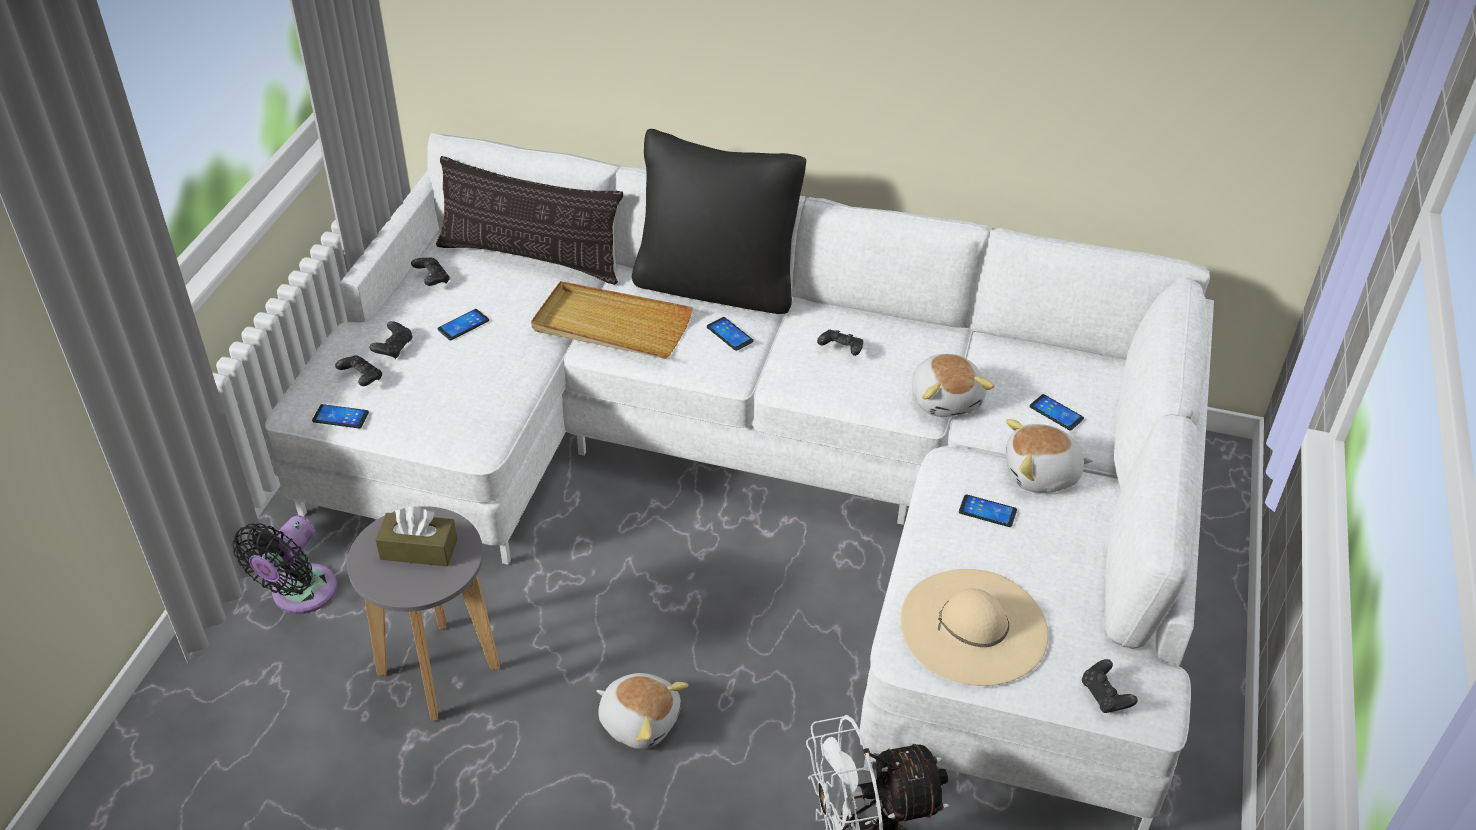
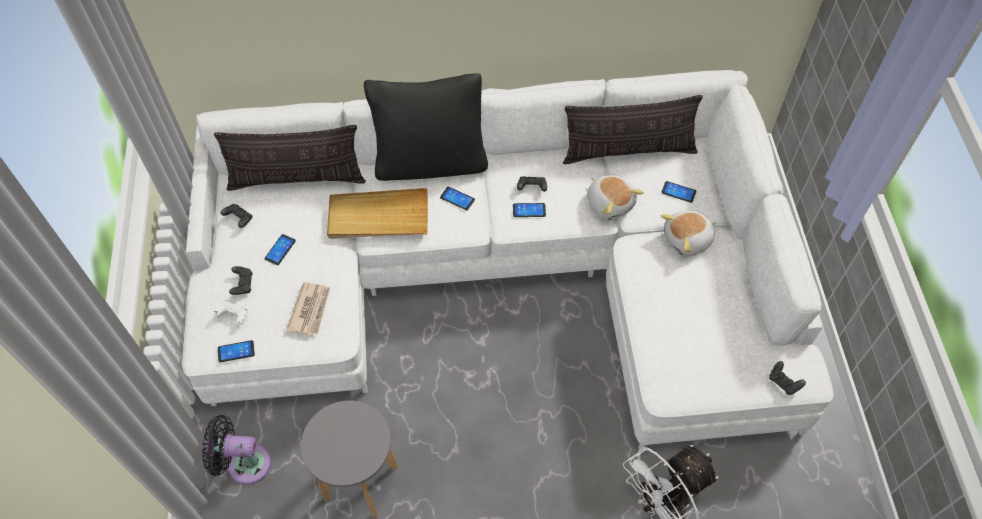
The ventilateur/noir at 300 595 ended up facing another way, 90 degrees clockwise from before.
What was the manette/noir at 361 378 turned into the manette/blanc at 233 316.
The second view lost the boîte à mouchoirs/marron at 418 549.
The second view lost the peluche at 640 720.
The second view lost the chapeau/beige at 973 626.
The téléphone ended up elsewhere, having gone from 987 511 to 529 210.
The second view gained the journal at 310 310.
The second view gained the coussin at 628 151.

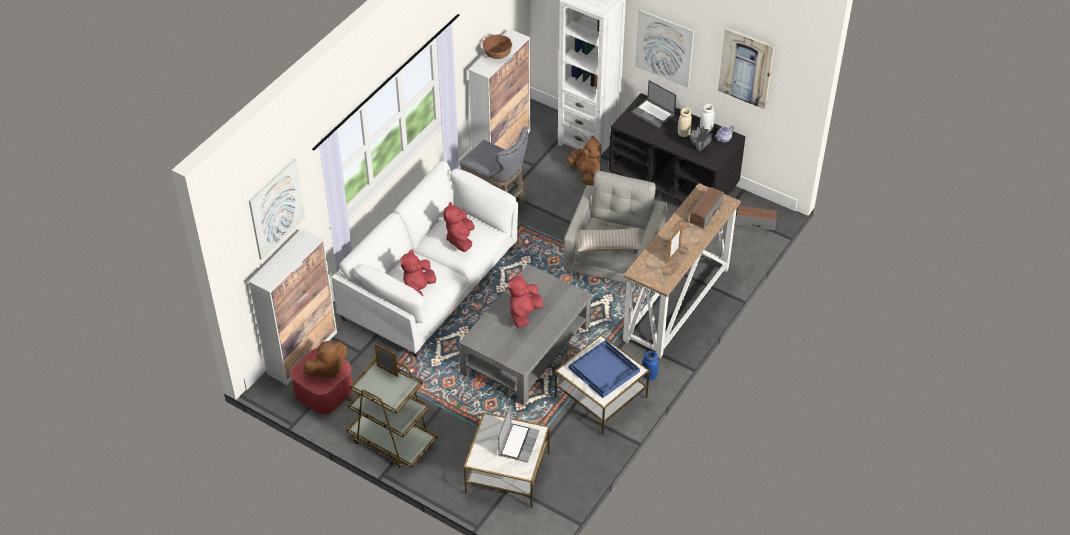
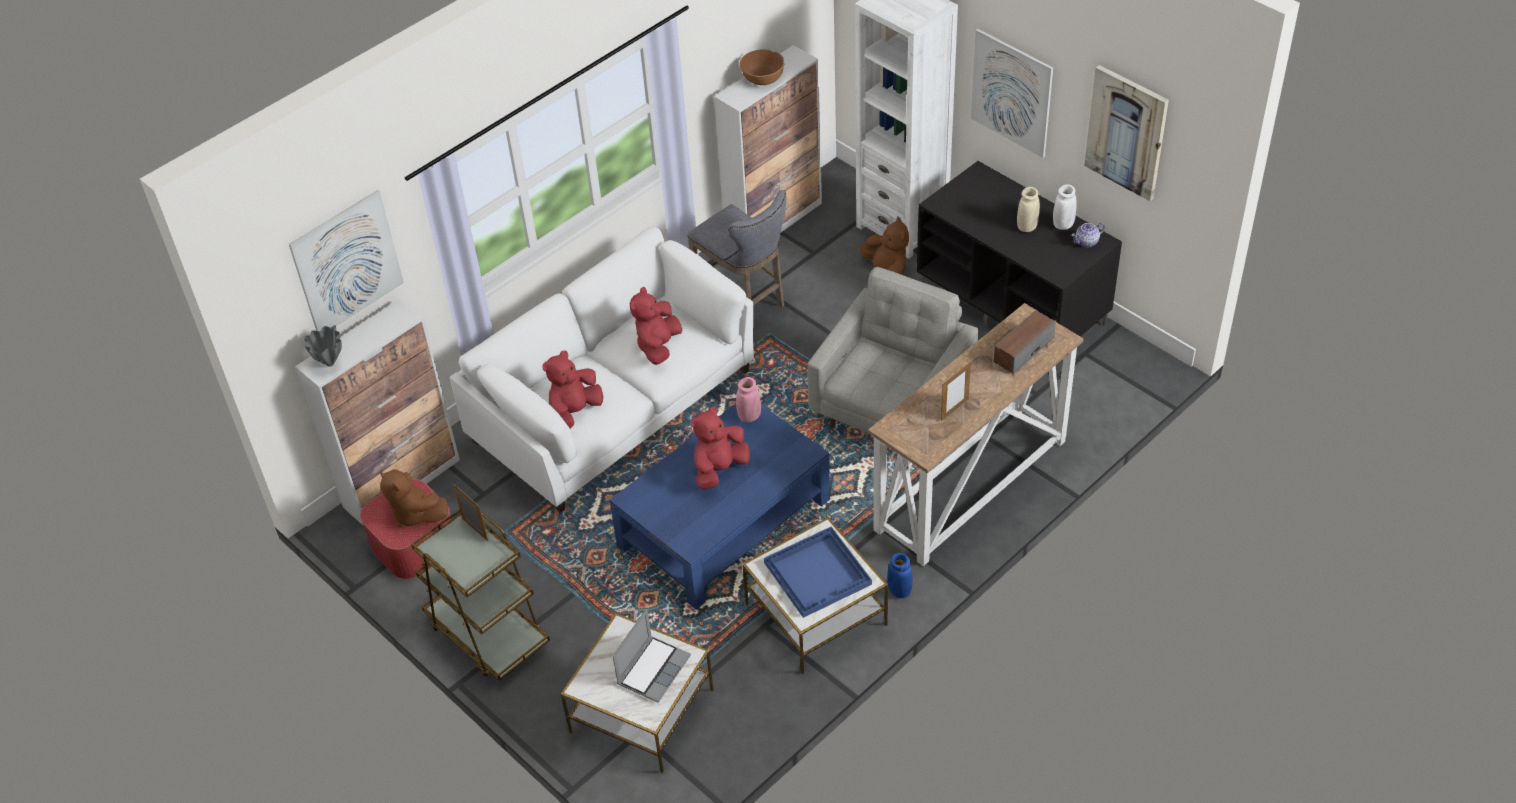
The peluche/marron at 327 369 ended up facing another way, 60 degrees clockwise from before.
What was the table basse/gris at 526 348 turned into the table basse/bleu at 725 522.
The second view lost the coussin/beige at 608 244.
The second view lost the ordinateur portable at 653 113.
The vase/gris ended up elsewhere, having gone from 699 149 to 329 364.
The second view lost the enceinte at 755 222.
The second view gained the vase/rose at 749 416.

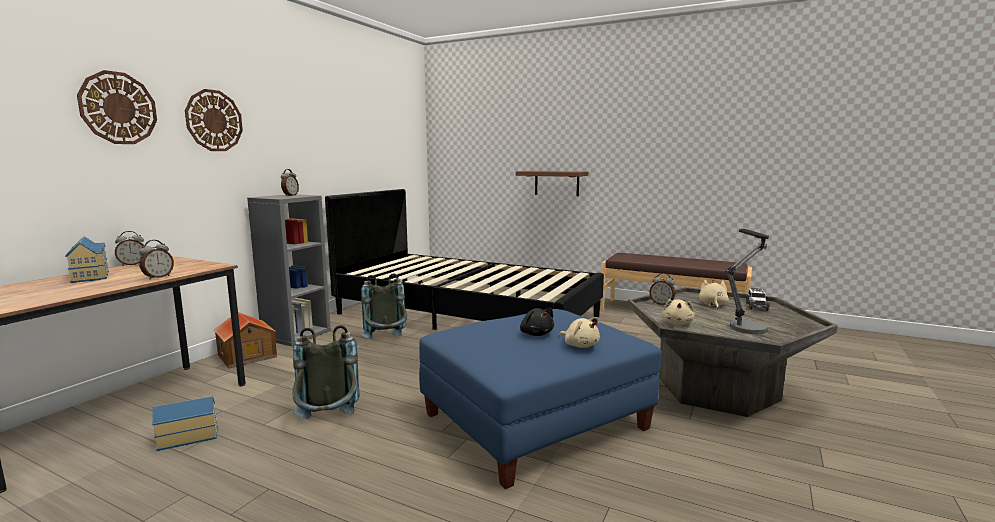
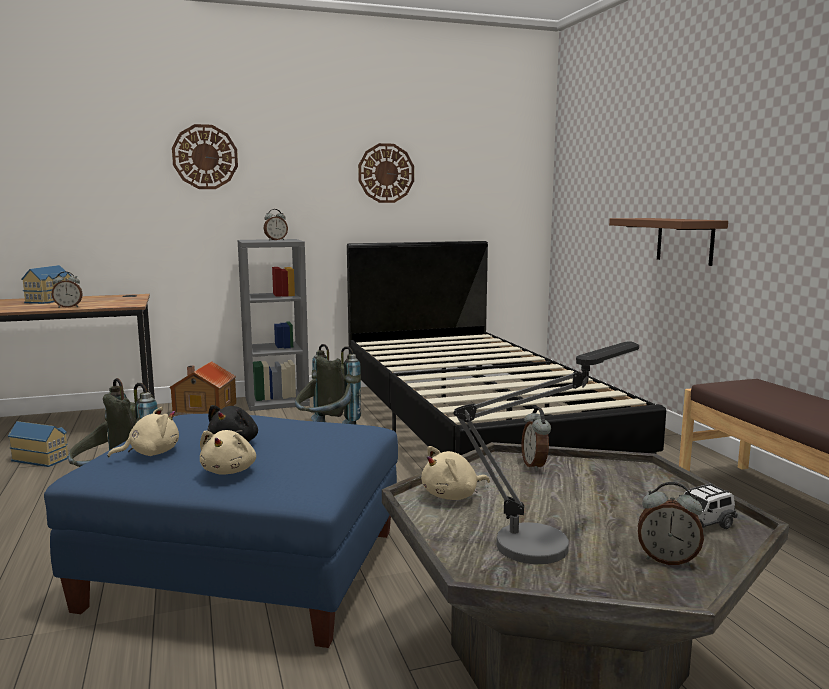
The horloge murale ended up elsewhere, having gone from 118 108 to 386 173.
The réveil ended up elsewhere, having gone from 133 264 to 667 559.
The peluche/beige ended up elsewhere, having gone from 712 305 to 150 453.

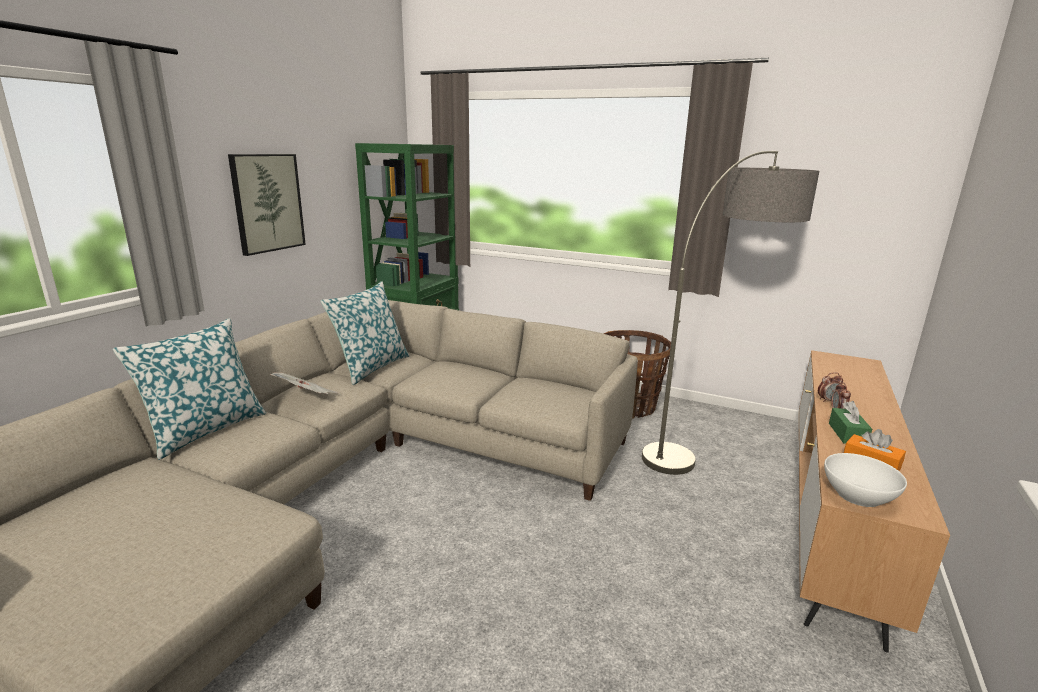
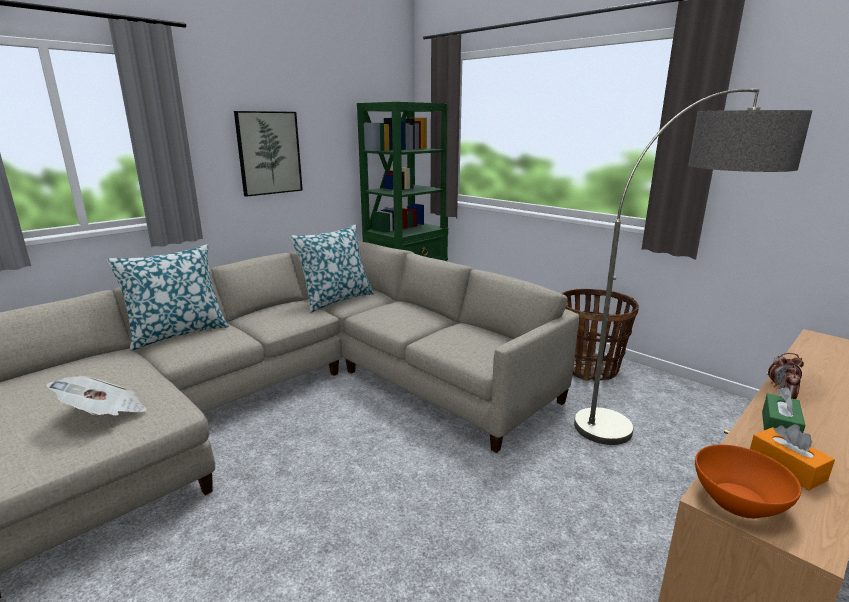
The journal ended up elsewhere, having gone from 307 398 to 105 414.
What was the bol/blanc at 858 495 turned into the bol/orange at 738 500.

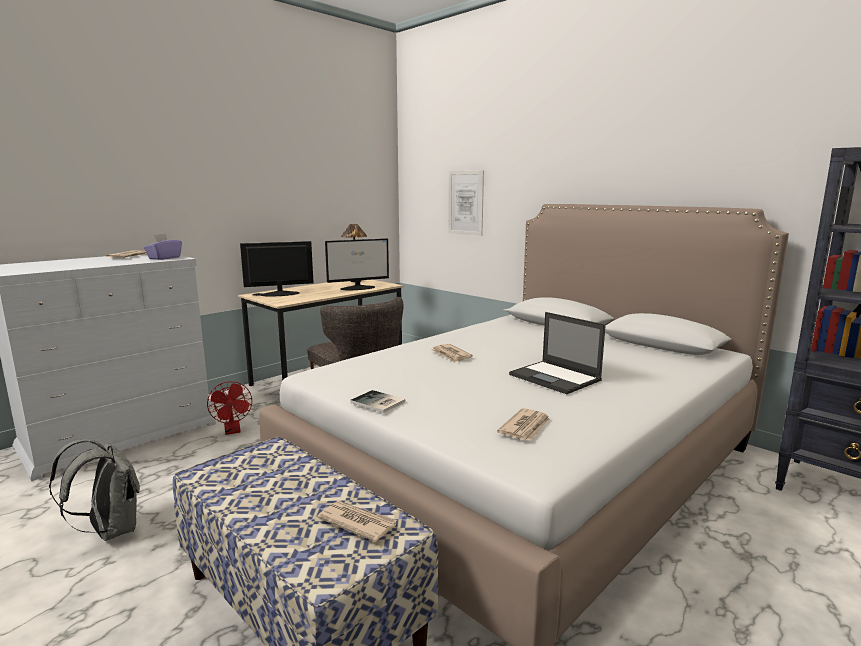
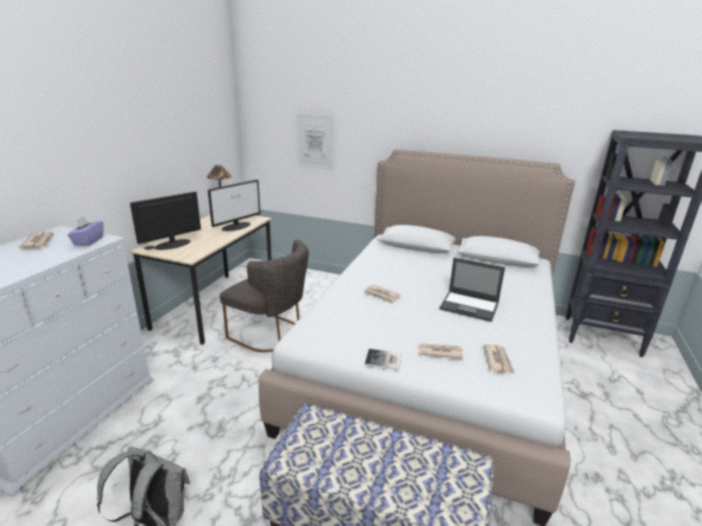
The second view lost the ventilateur/rouge at 233 431.
The journal ended up elsewhere, having gone from 357 522 to 439 352.

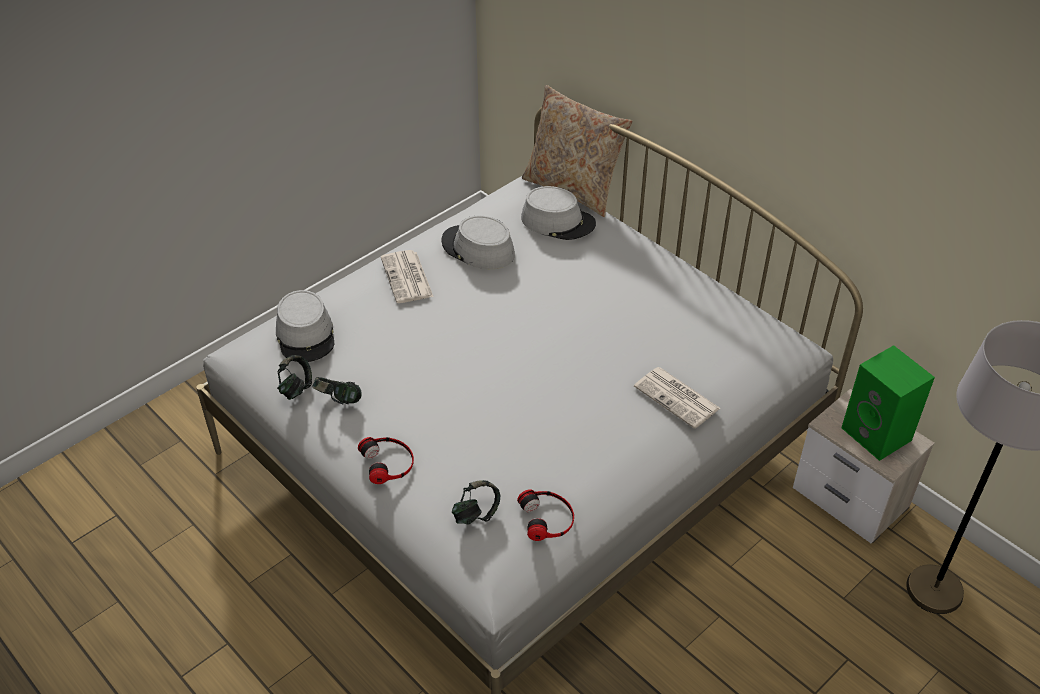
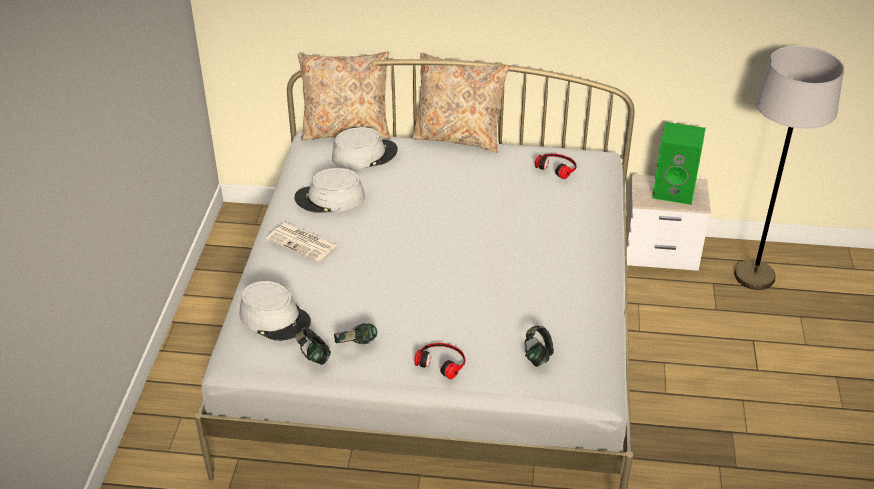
The casque audio ended up elsewhere, having gone from 547 518 to 557 167.
The second view lost the journal at 678 398.
The second view gained the coussin/beige at 458 137.

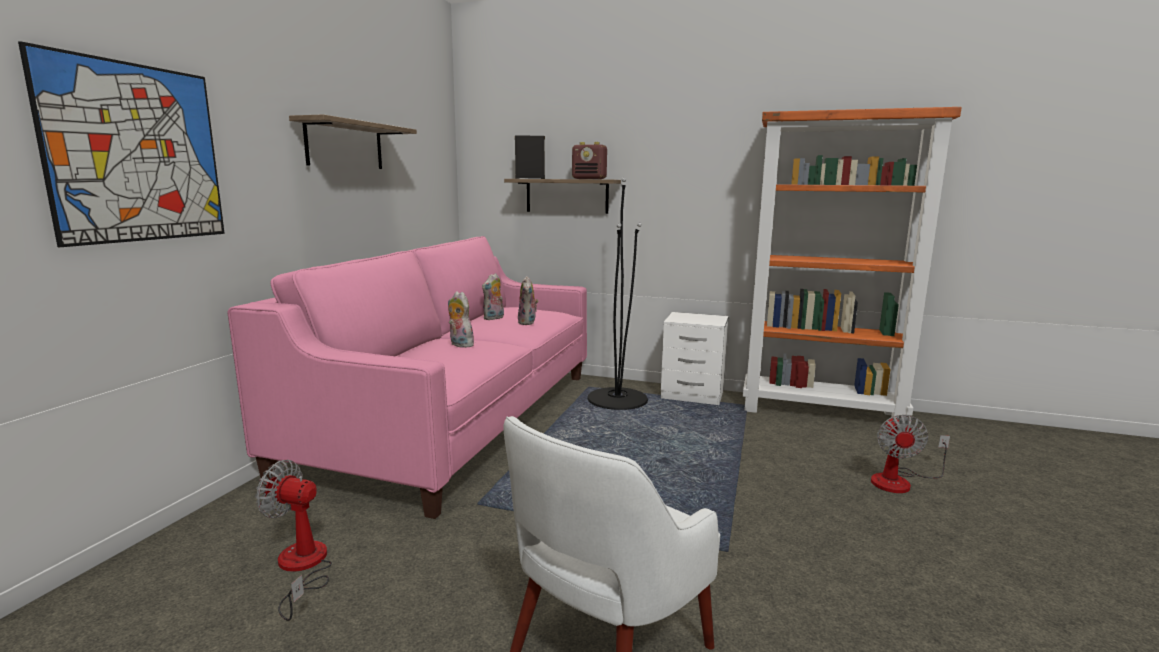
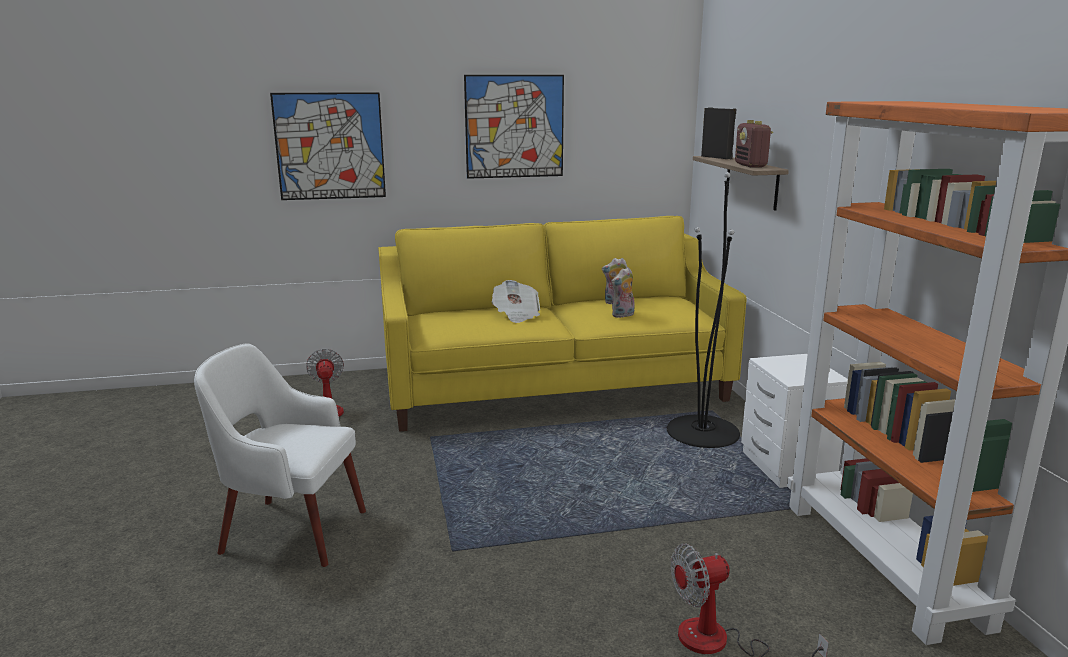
What was the canapé/rose at 456 419 turned into the canapé/jaune at 553 386.
Where the étagère hung at 345 145, the tableau came to hang at 514 126.
Where the peluche stood at 459 345, the journal came to stand at 516 315.

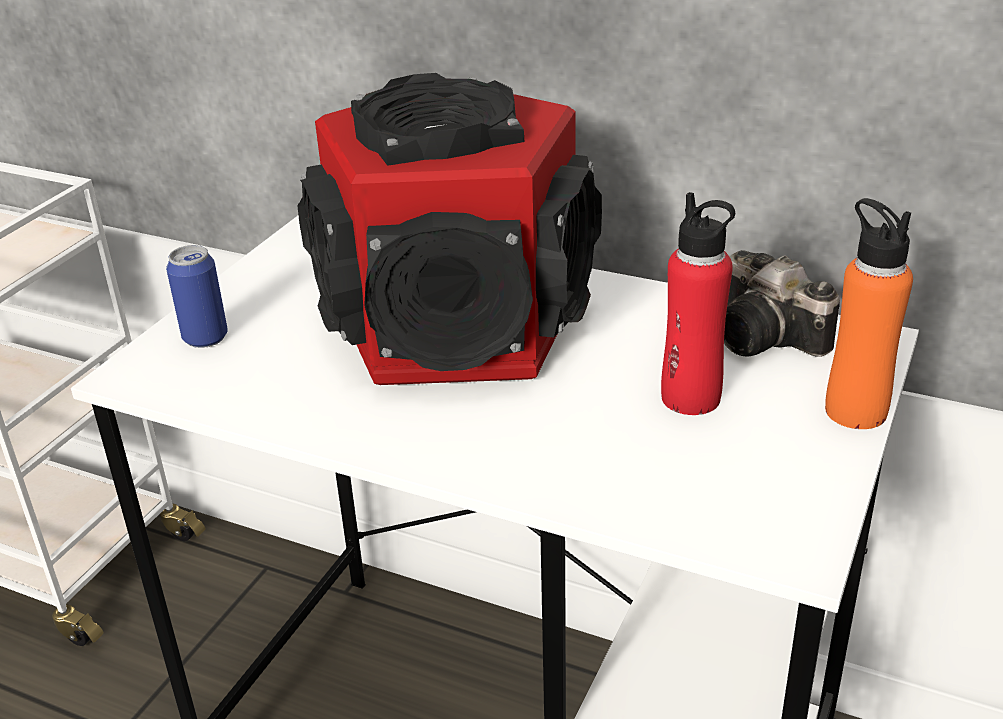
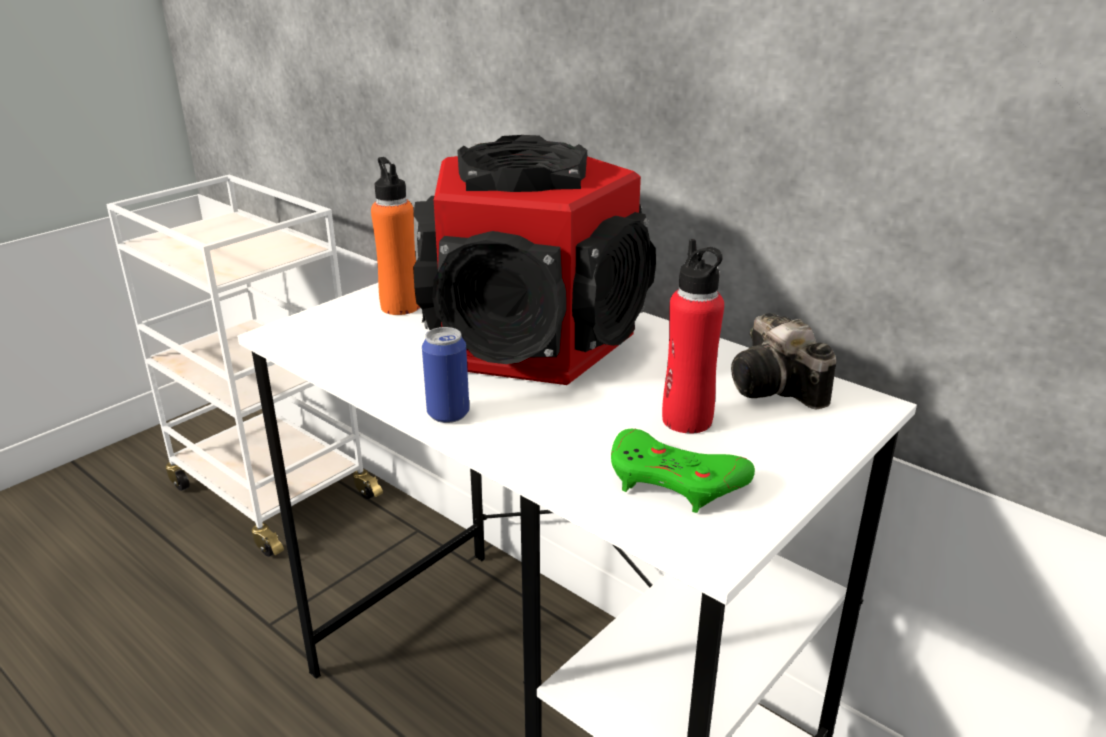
The boîte métallique ended up elsewhere, having gone from 205 338 to 448 414.
The bouteille/orange ended up elsewhere, having gone from 855 411 to 400 306.
The second view gained the manette/vert at 675 480.

